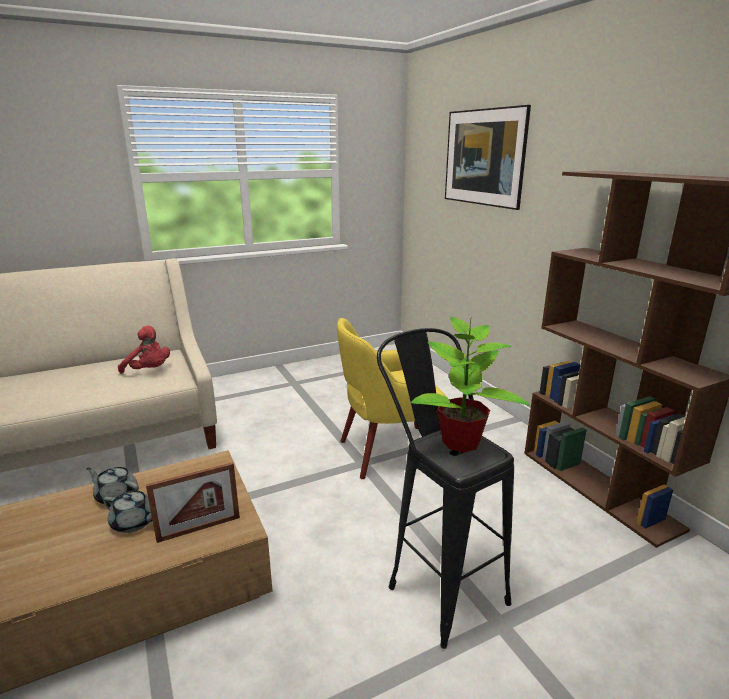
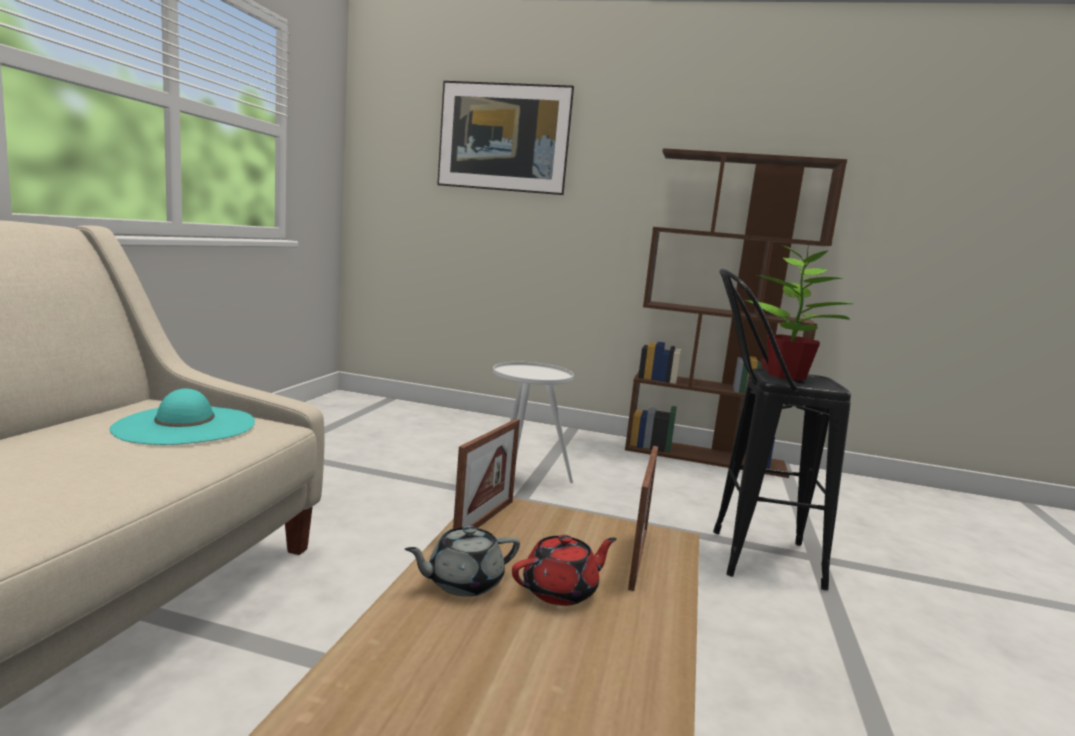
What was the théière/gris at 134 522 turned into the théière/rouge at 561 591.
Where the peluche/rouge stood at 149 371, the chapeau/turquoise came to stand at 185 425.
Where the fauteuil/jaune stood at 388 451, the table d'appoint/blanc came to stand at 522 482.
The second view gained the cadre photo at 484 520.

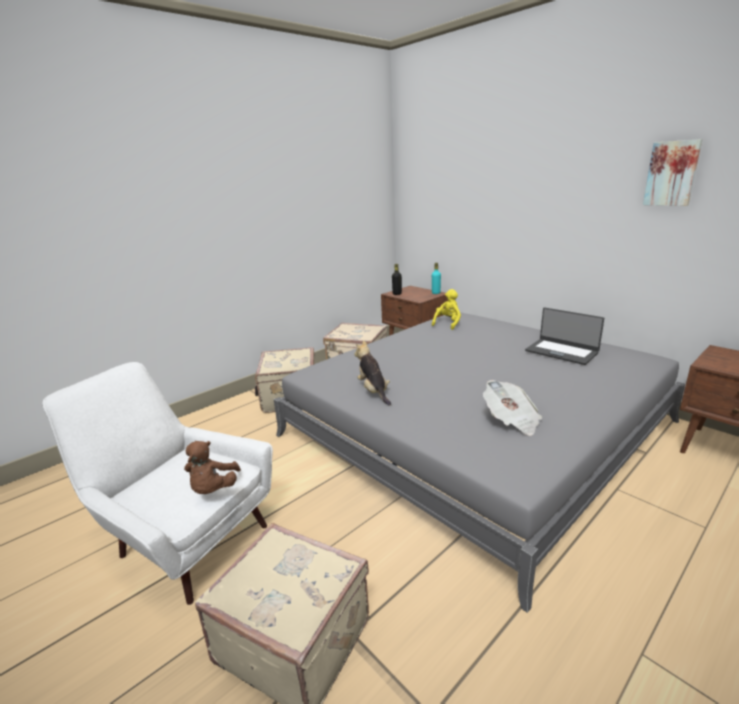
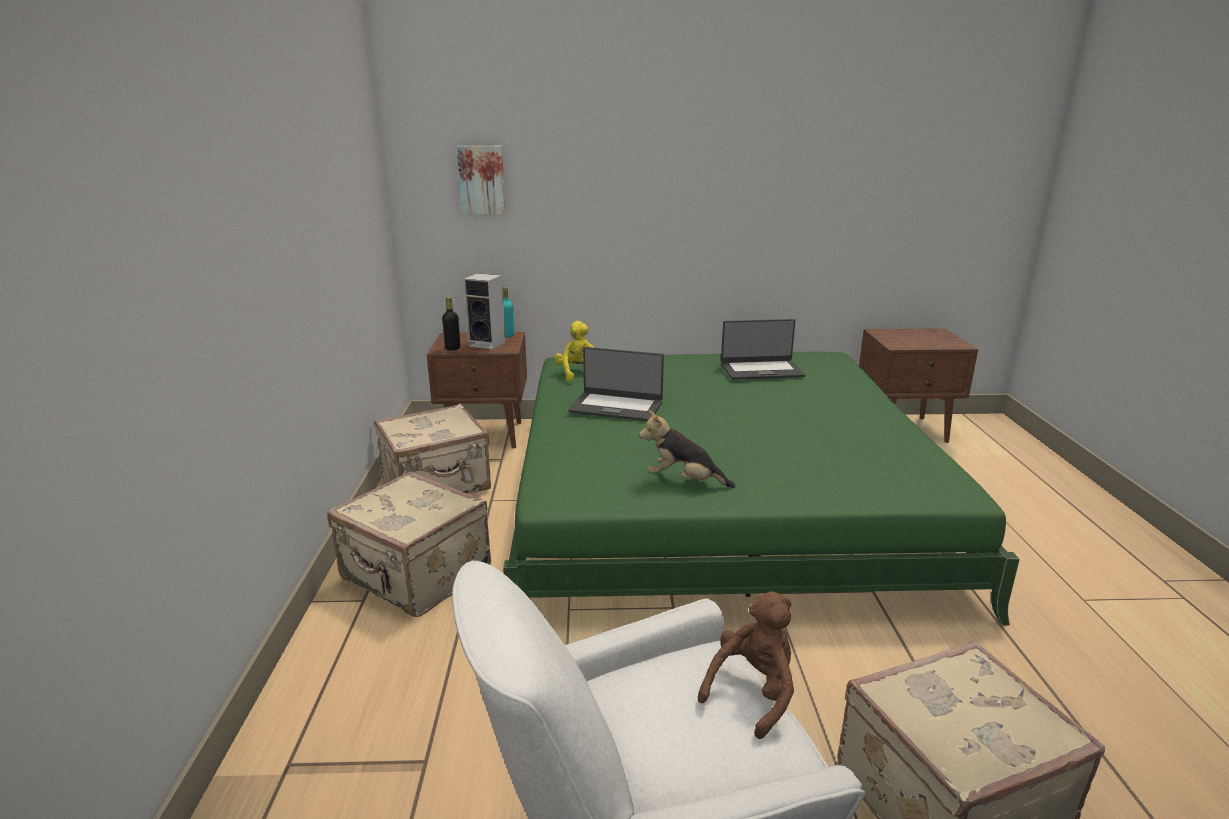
The peluche/marron at 213 489 ended up facing another way, 90 degrees counterclockwise from before.
What was the lit/gris at 474 428 turned into the lit/vert at 716 498.
The second view lost the journal at 511 420.
The tableau ended up elsewhere, having gone from 672 173 to 482 180.
The second view gained the enceinte at 488 344.
The second view gained the ordinateur portable at 616 407.

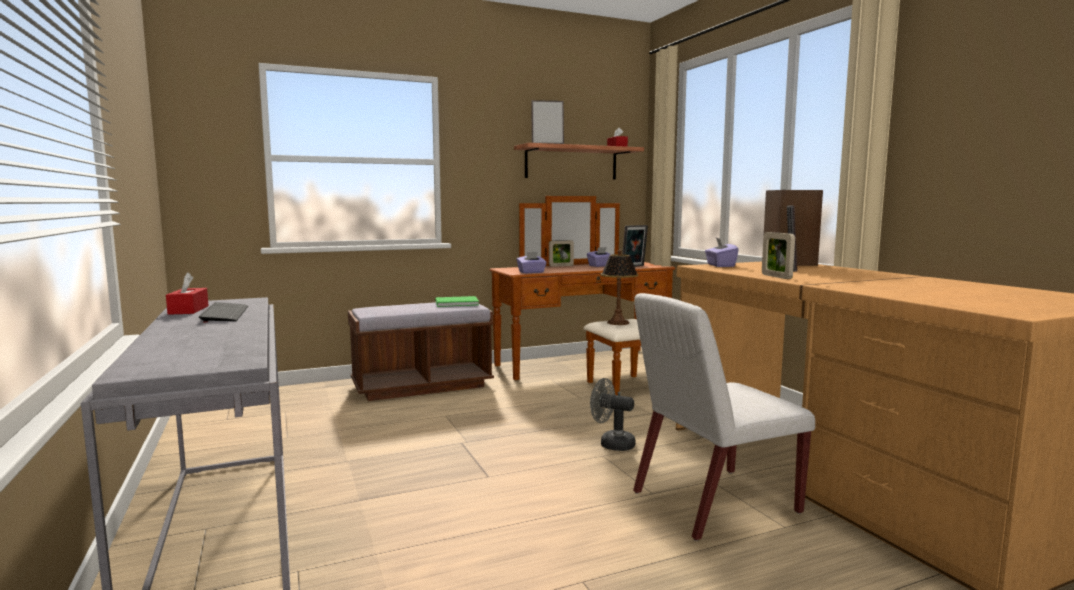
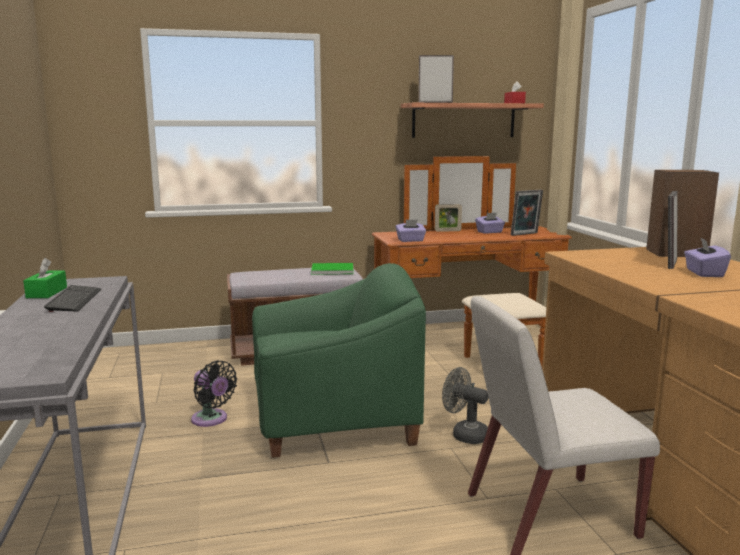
What was the boîte à mouchoirs/rouge at 188 310 turned into the boîte à mouchoirs/vert at 47 292.
The second view lost the lampe de table at 618 323.
The boîte à mouchoirs/violet ended up elsewhere, having gone from 720 265 to 704 273.
The second view lost the cadre photo at 776 276.
The second view gained the ventilateur/noir at 211 420.
The second view gained the fauteuil/vert at 334 422.

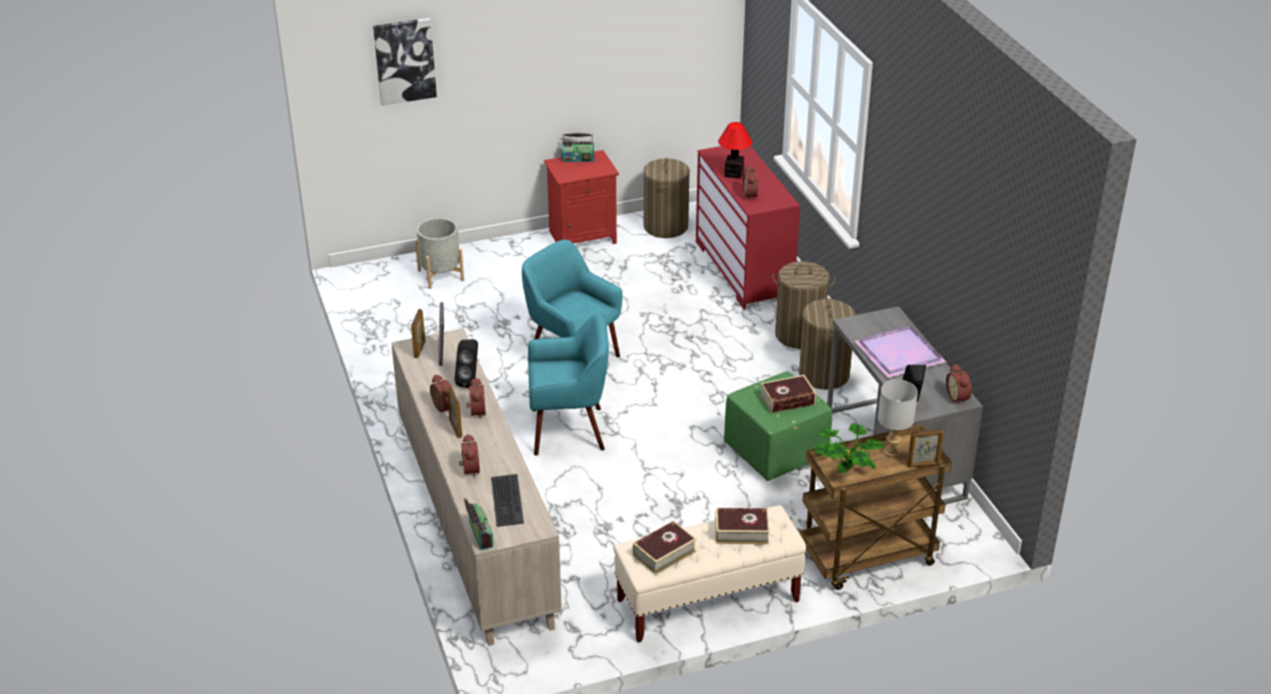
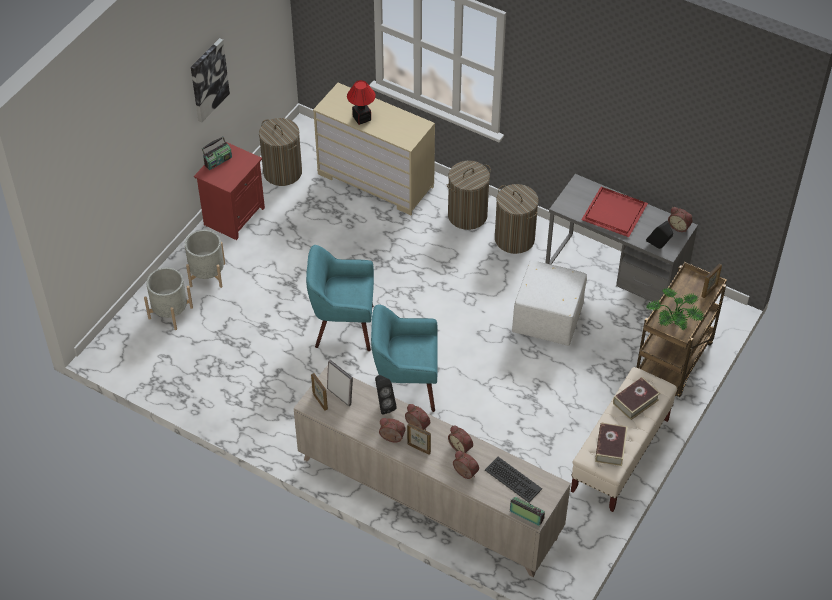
The tableau ended up elsewhere, having gone from 404 60 to 208 79.
The fauteuil/turquoise at 569 430 ended up facing another way, 135 degrees counterclockwise from before.
What was the commode/rouge at 744 270 turned into the commode/beige at 376 180.
What was the pouf/vert at 776 453 turned into the pouf/blanc at 548 320.
The réveil ended up elsewhere, having gone from 751 195 to 461 446.
The second view lost the livre at 787 400.
What was the plateau/violet at 897 353 turned into the plateau/rouge at 613 213.
The second view lost the lampe de table/gris at 892 452.
The second view gained the cache-pot/gris at 207 275.

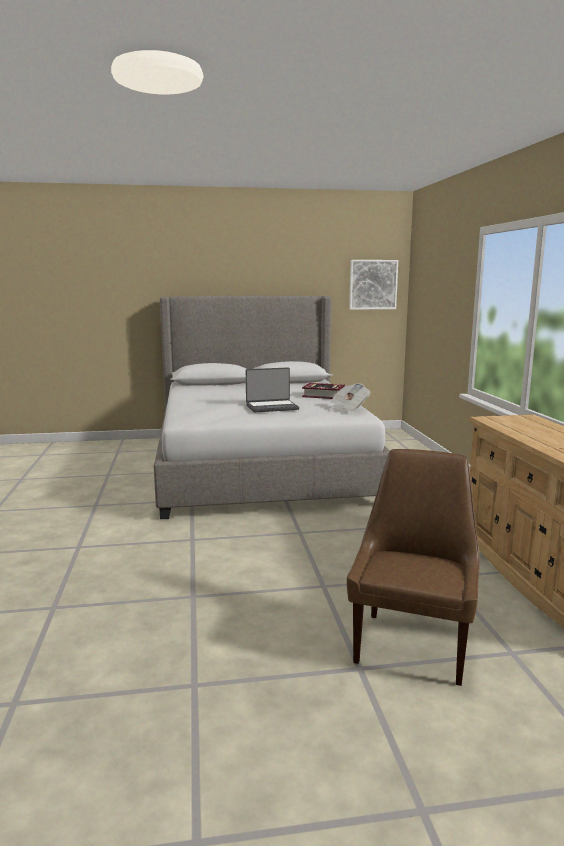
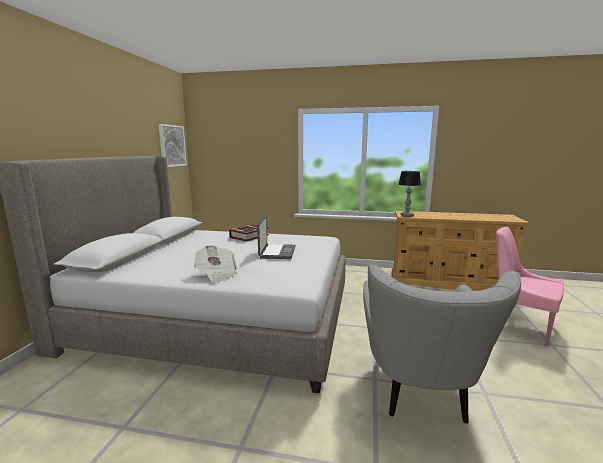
The journal ended up elsewhere, having gone from 348 409 to 216 274.
What was the chaise/marron at 412 644 turned into the chaise/rose at 519 325.
The second view gained the fauteuil/gris at 420 392.
The second view gained the lampe de table at 407 216.

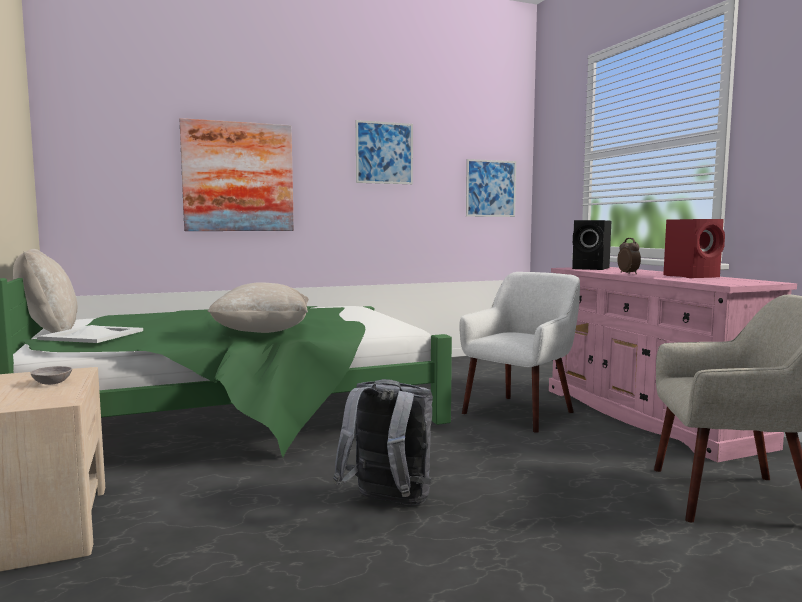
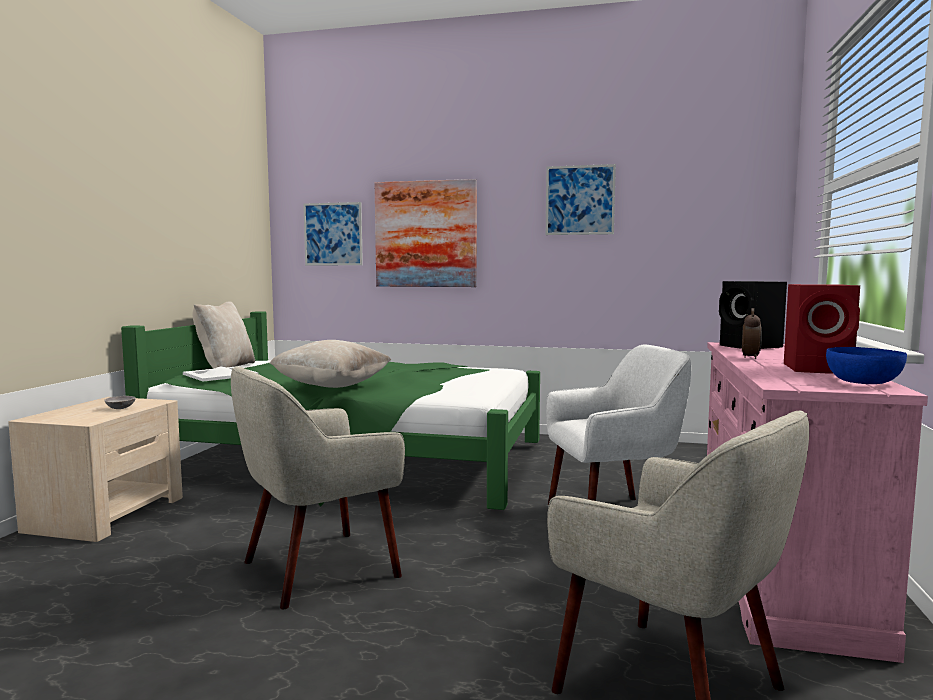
Where the sac à dos/gris stood at 387 503, the fauteuil/beige came to stand at 318 568.
The tableau ended up elsewhere, having gone from 490 188 to 333 234.
The second view gained the bol/bleu at 864 382.

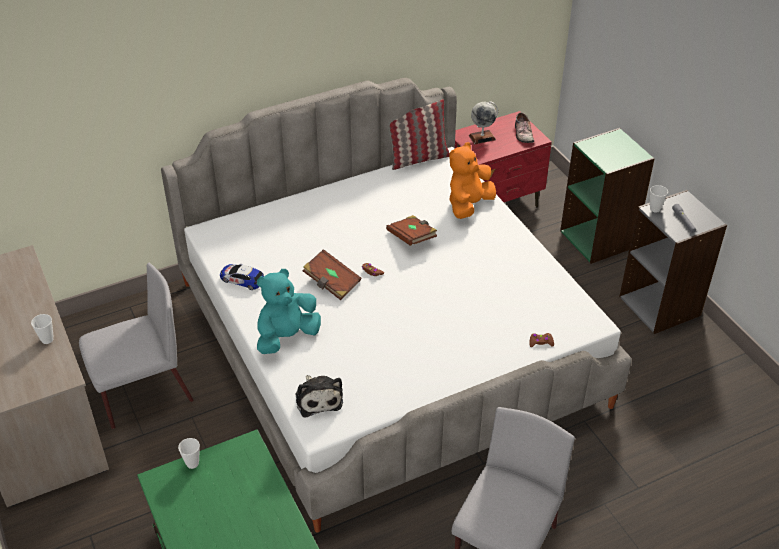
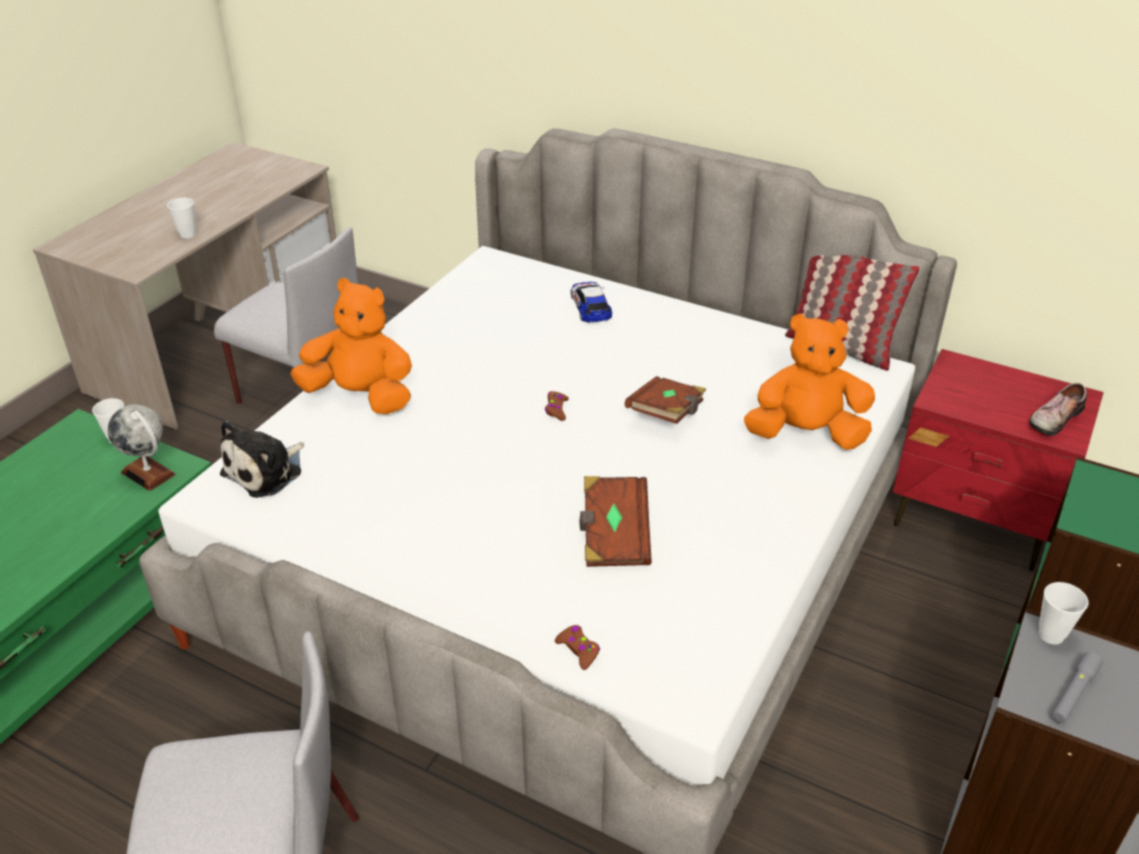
The petite voiture ended up elsewhere, having gone from 242 279 to 590 306.
What was the peluche/turquoise at 287 337 turned into the peluche/orange at 361 396.
The livre/marron ended up elsewhere, having gone from 331 283 to 613 536.
The globe ended up elsewhere, having gone from 482 137 to 148 473.

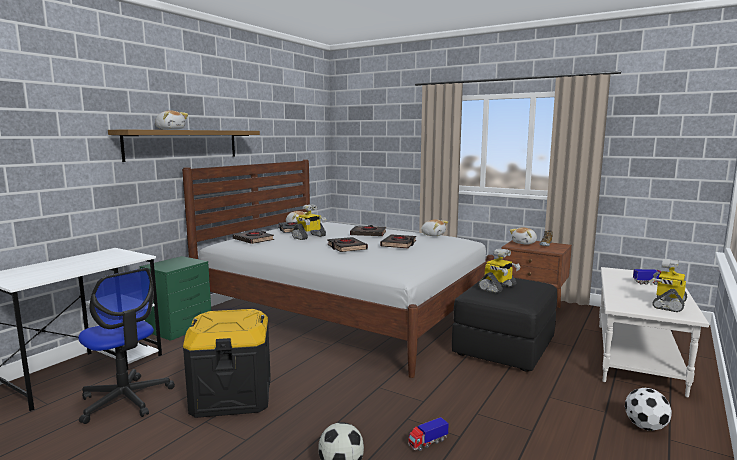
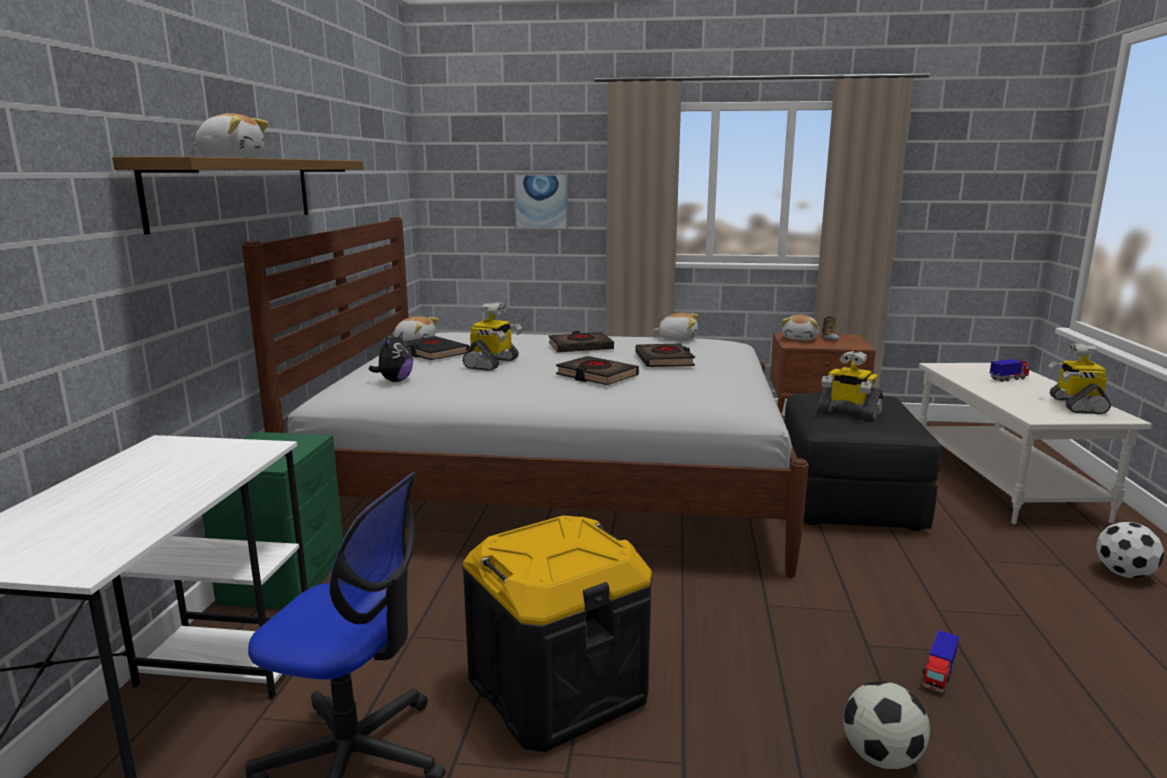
Where the livre/noir stood at 253 240, the peluche came to stand at 395 381.
The robot jouet at 498 288 ended up facing another way, 105 degrees clockwise from before.
The second view gained the tableau at 541 201.

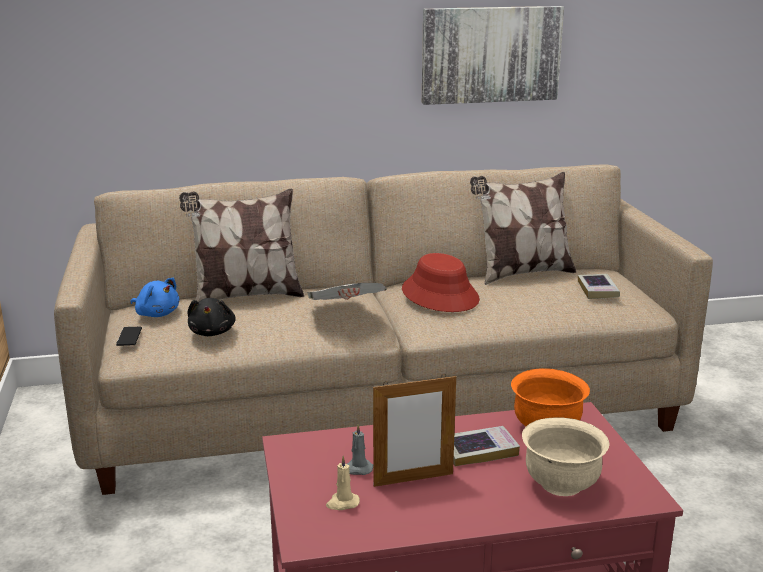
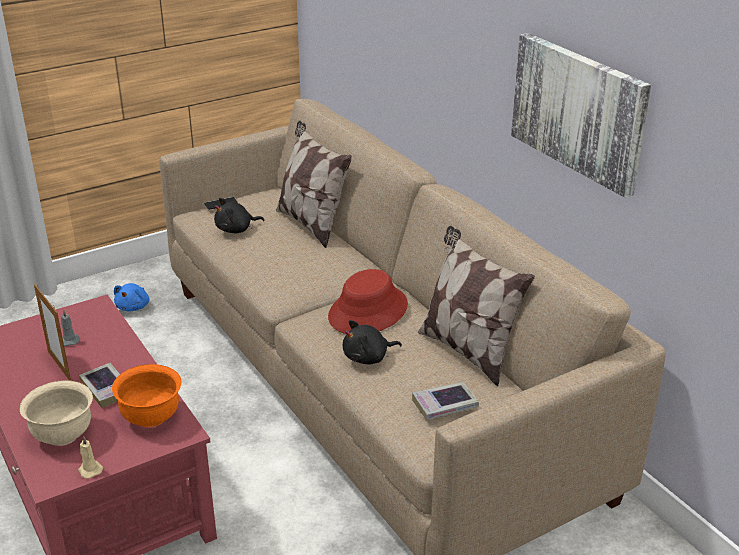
The peluche/bleu ended up elsewhere, having gone from 156 314 to 134 307.
The second view lost the journal at 346 313.
The bougie/beige ended up elsewhere, having gone from 342 503 to 89 470.
The second view gained the peluche/noir at 368 357.

